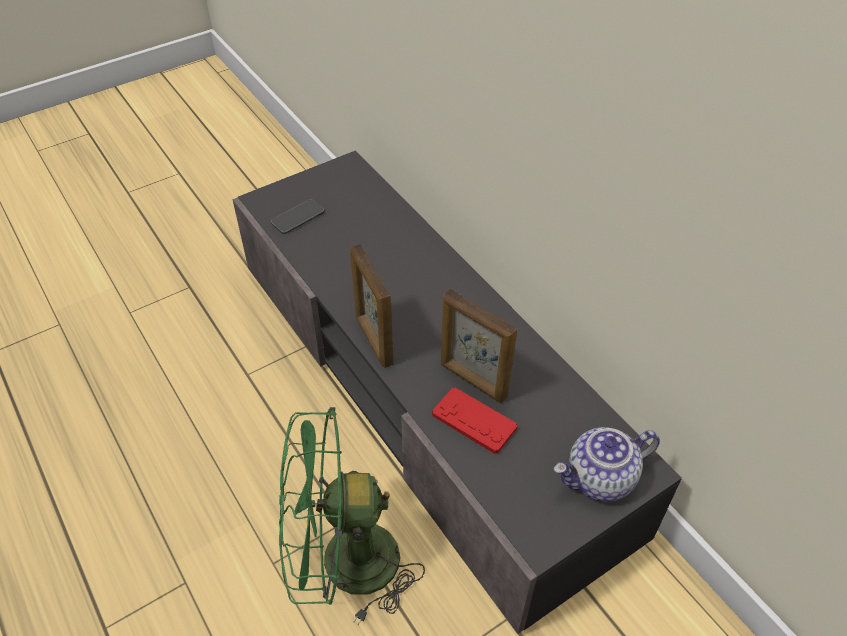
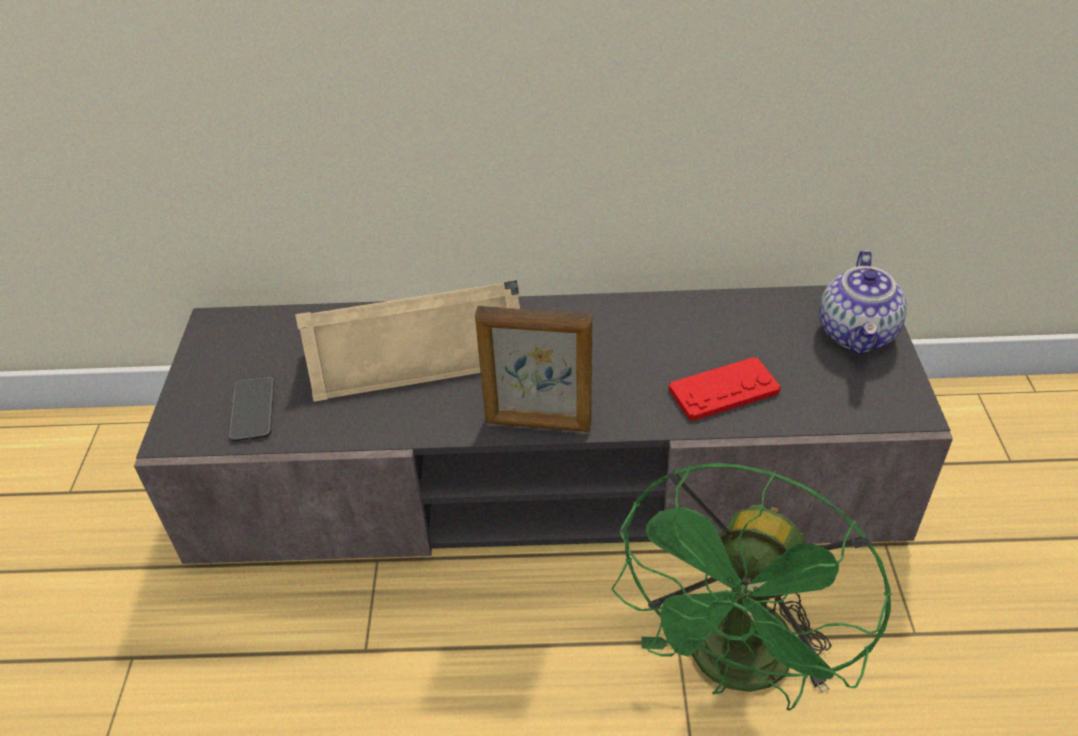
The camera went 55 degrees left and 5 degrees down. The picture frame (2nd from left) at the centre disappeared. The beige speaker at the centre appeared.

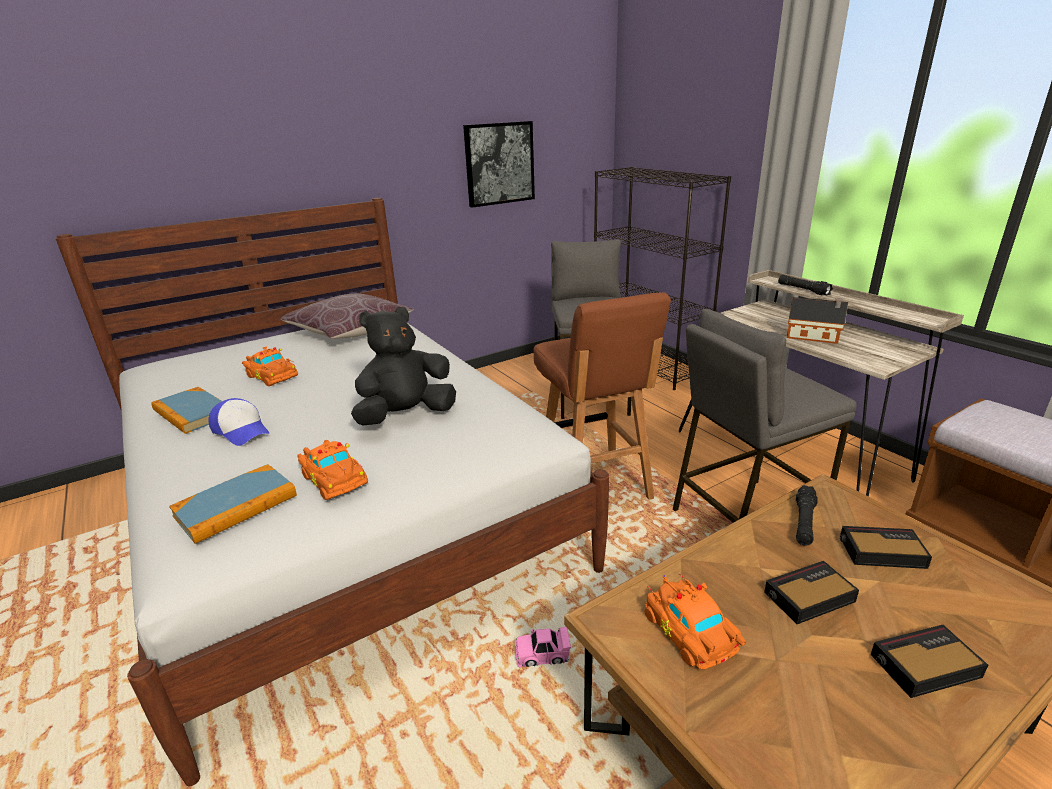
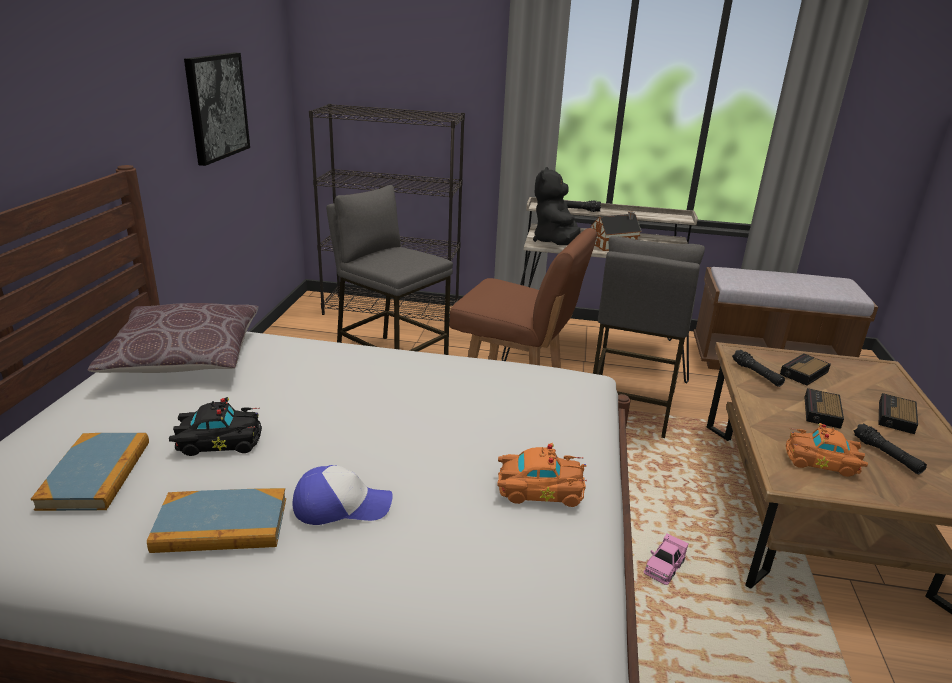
The camera went 50 degrees left and 0 degrees up. The black plush toy moved from the centre to the top centre. The orange toy car (1st from left) at the middle left became the black toy car at the middle left. The book (2nd from left in the first image) moved from the middle left to the bottom left. The black flashlight (3rd from left) at the middle right appeared.

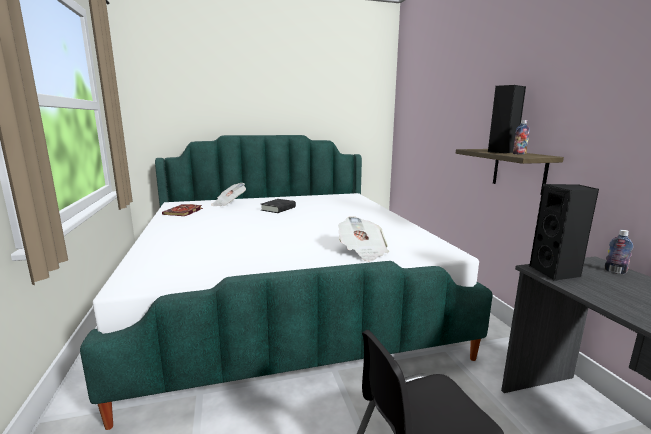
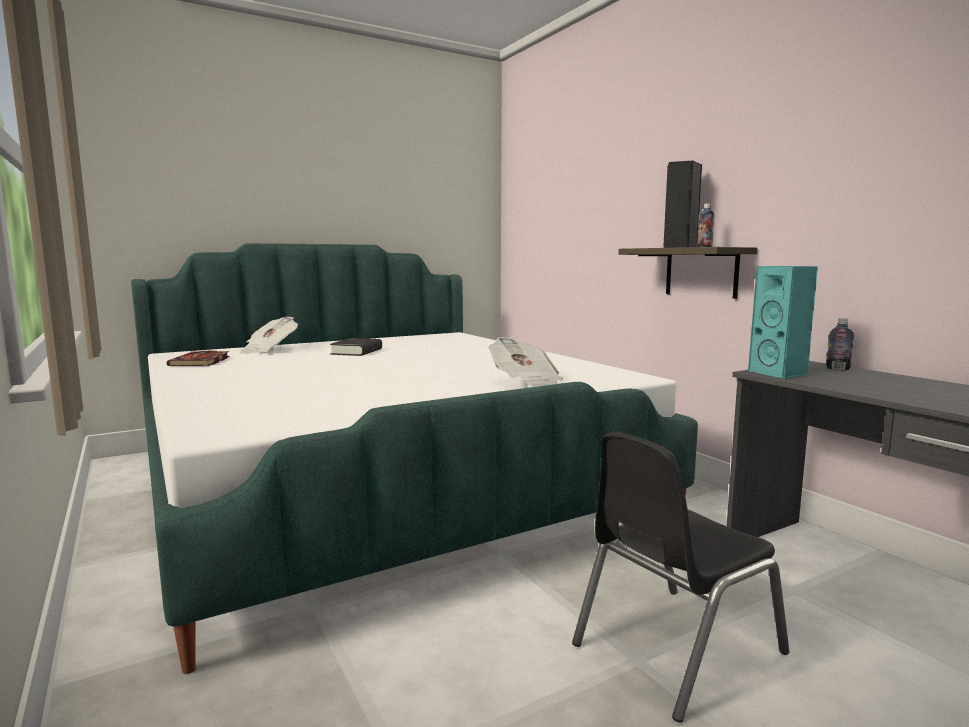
The camera went 15 degrees left and 5 degrees down. The black speaker (2nd from left) at the middle right became the turquoise speaker at the middle right.

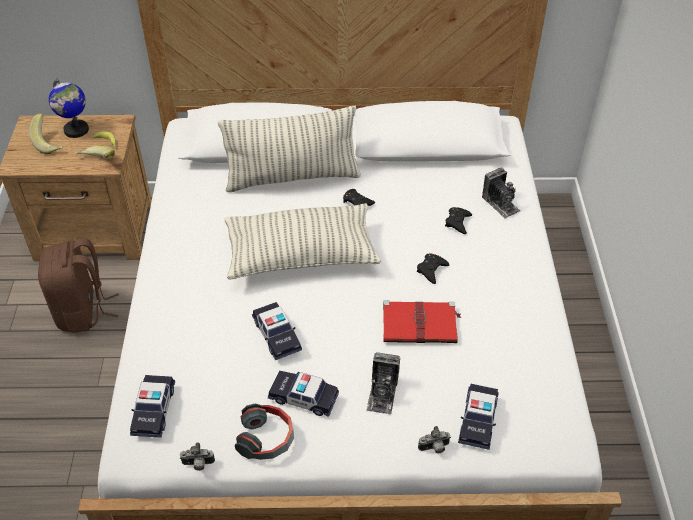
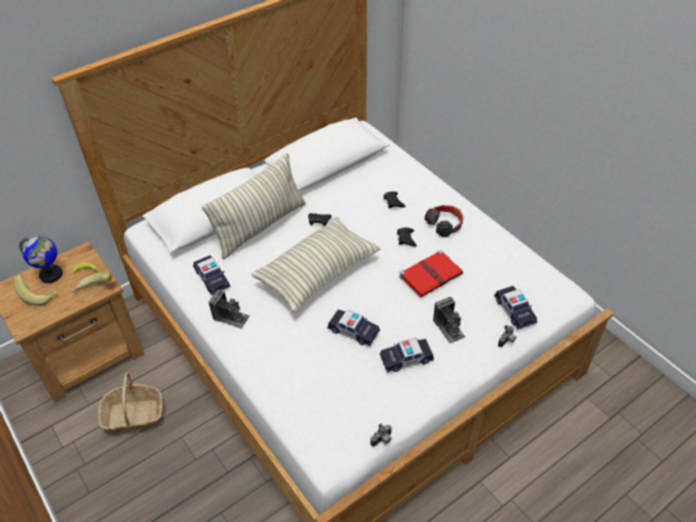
The camera went 35 degrees left and 0 degrees up. The photo camera (4th from left in the first image) moved from the middle right to the middle left. The brown backpack at the middle left was replaced by the basket at the bottom left. The toy car (1st from left) moved from the bottom left to the middle left. The headphones moved from the bottom centre to the centre.

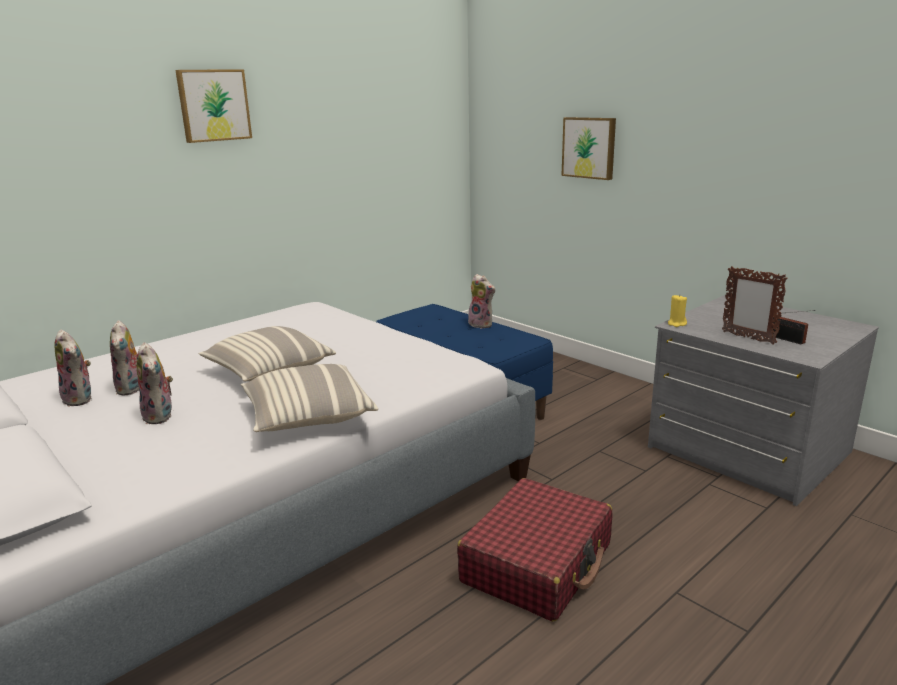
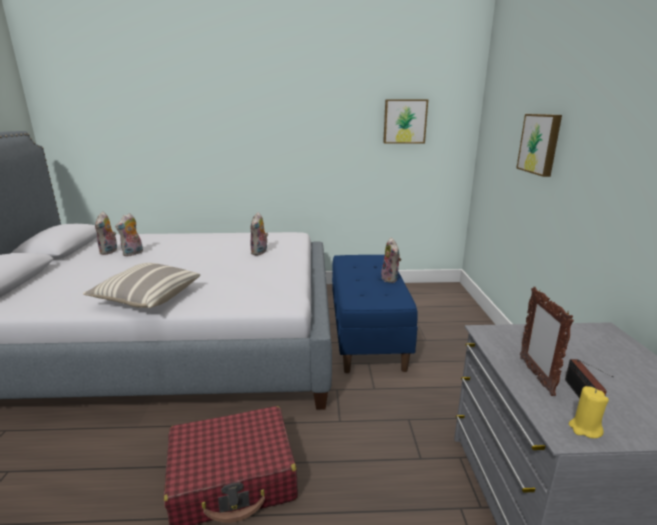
The camera went 40 degrees right and 0 degrees up. The picture (1st from left) moved from the top left to the top centre. The yellow candle moved from the middle right to the bottom right. The pillow (1st from left) at the middle left disappeared. The plush toy (3rd from left) moved from the middle left to the centre.

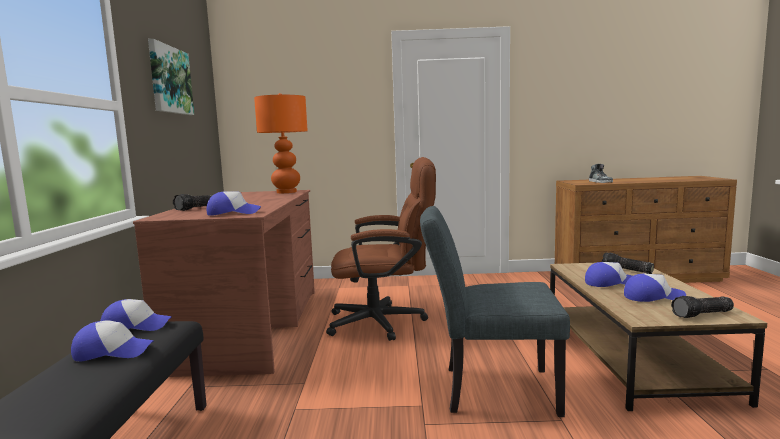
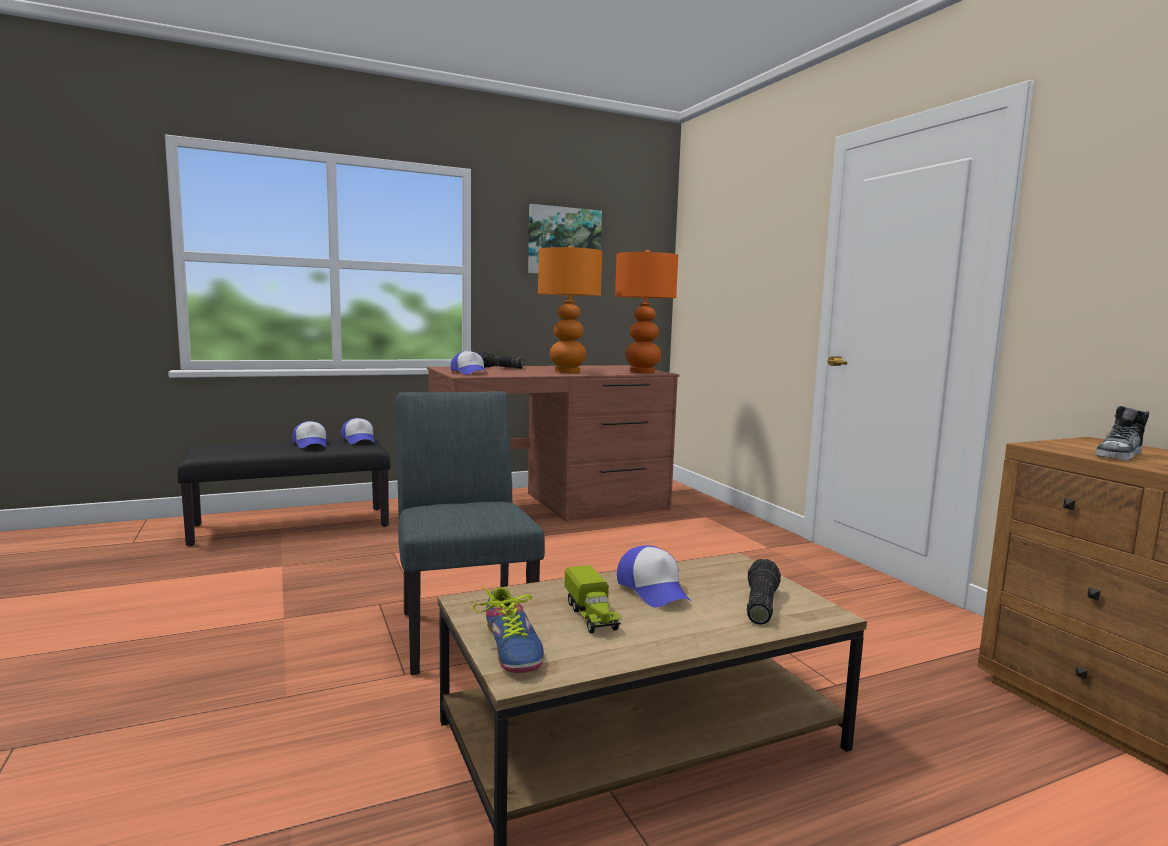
The camera went 65 degrees right and 0 degrees up. The brown office chair at the centre disappeared. The cap (5th from left) at the middle right was replaced by the toy truck at the bottom centre. The flashlight (3rd from left) at the bottom right was replaced by the shoe (1st from left) at the bottom centre. The orange table lamp (1st from left) at the centre appeared.

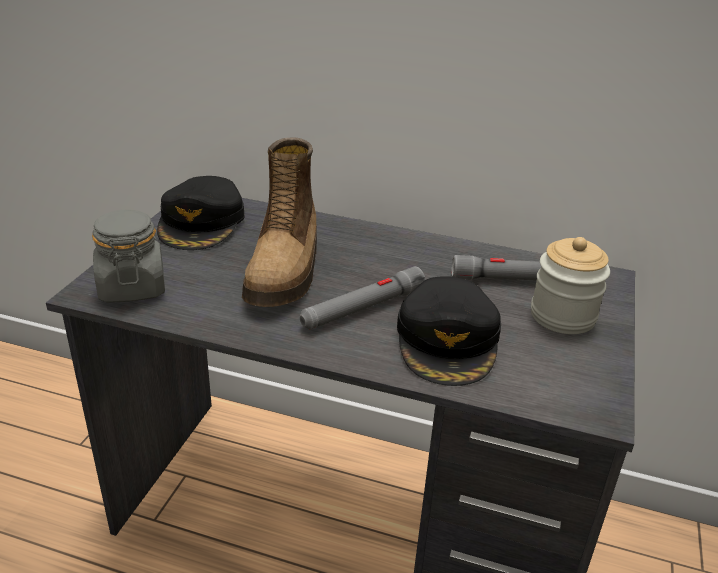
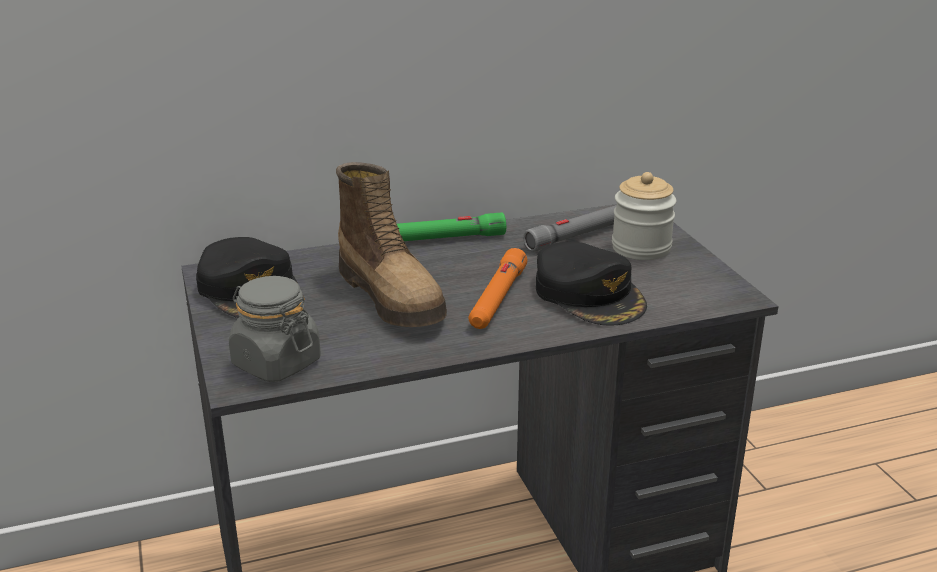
The camera went 35 degrees left and 5 degrees down. The grey flashlight (1st from left) at the centre became the orange flashlight at the centre. The green flashlight at the centre appeared.

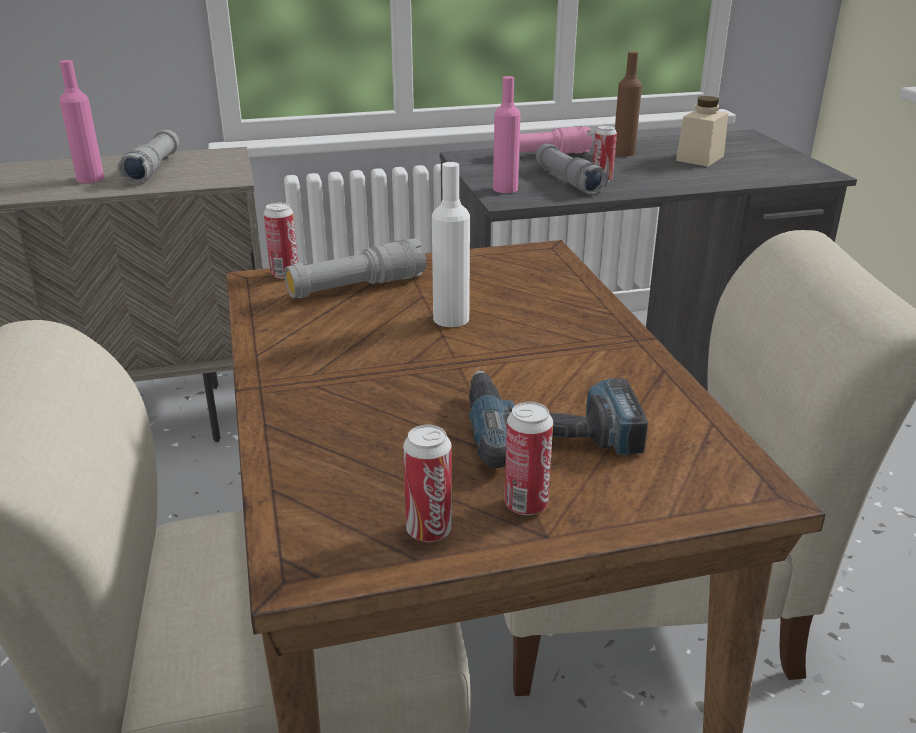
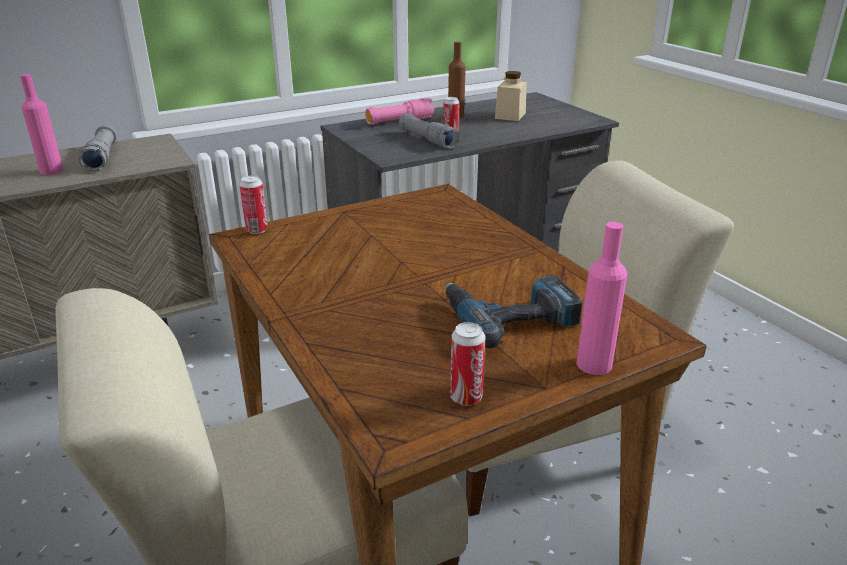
The camera went 15 degrees left and 0 degrees up. The pink bottle (2nd from left) moved from the top centre to the middle right. The white bottle at the top centre disappeared. The grey flashlight (2nd from left) at the centre disappeared. The can (3rd from left) at the centre disappeared.

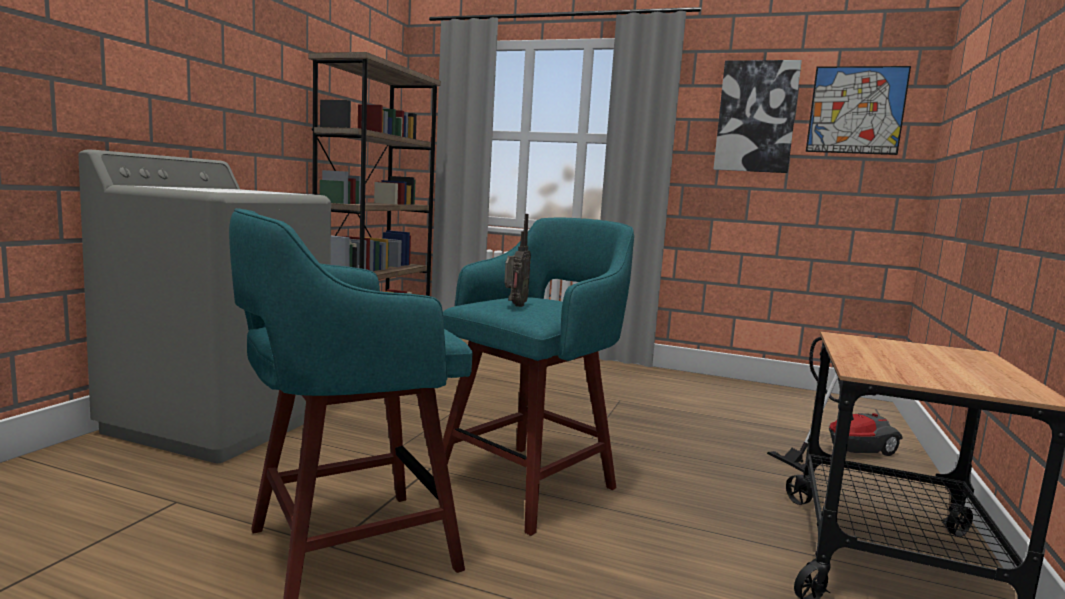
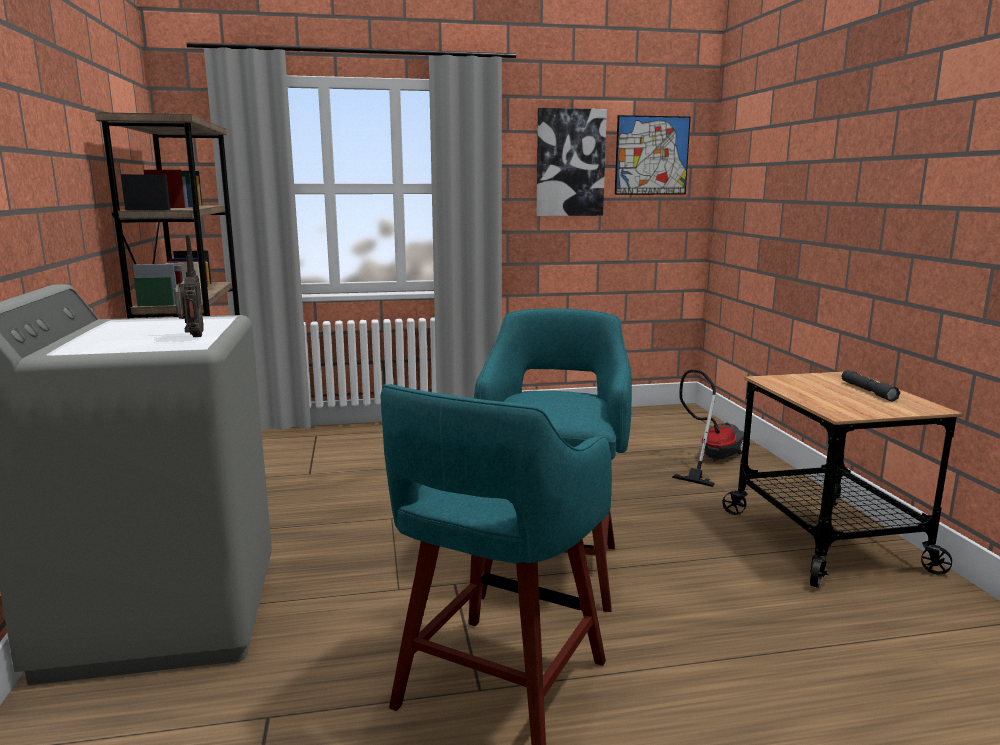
The camera went 30 degrees left and 5 degrees up. The radio moved from the centre to the middle left. The grey flashlight at the middle right appeared.

